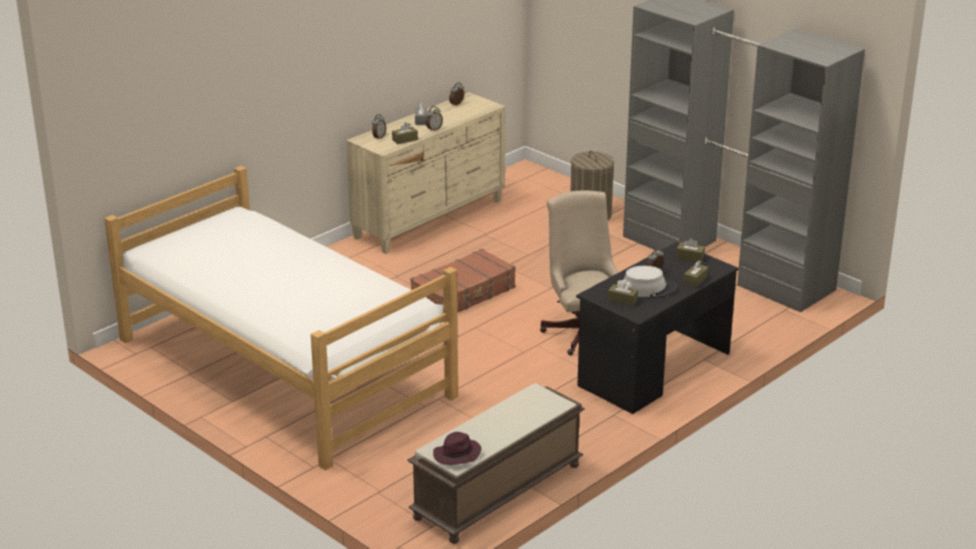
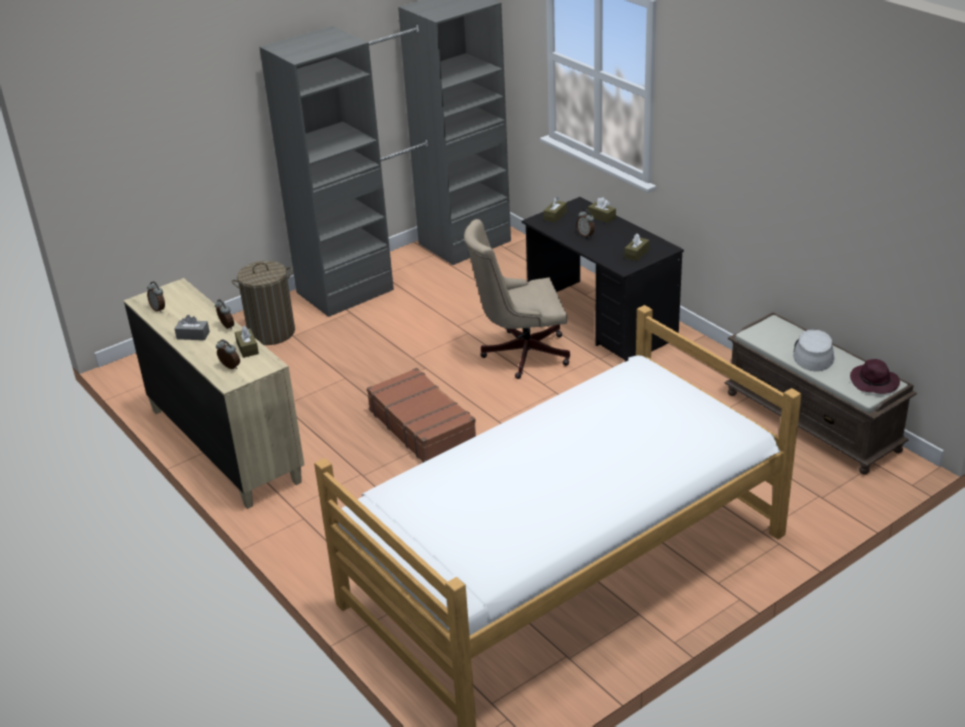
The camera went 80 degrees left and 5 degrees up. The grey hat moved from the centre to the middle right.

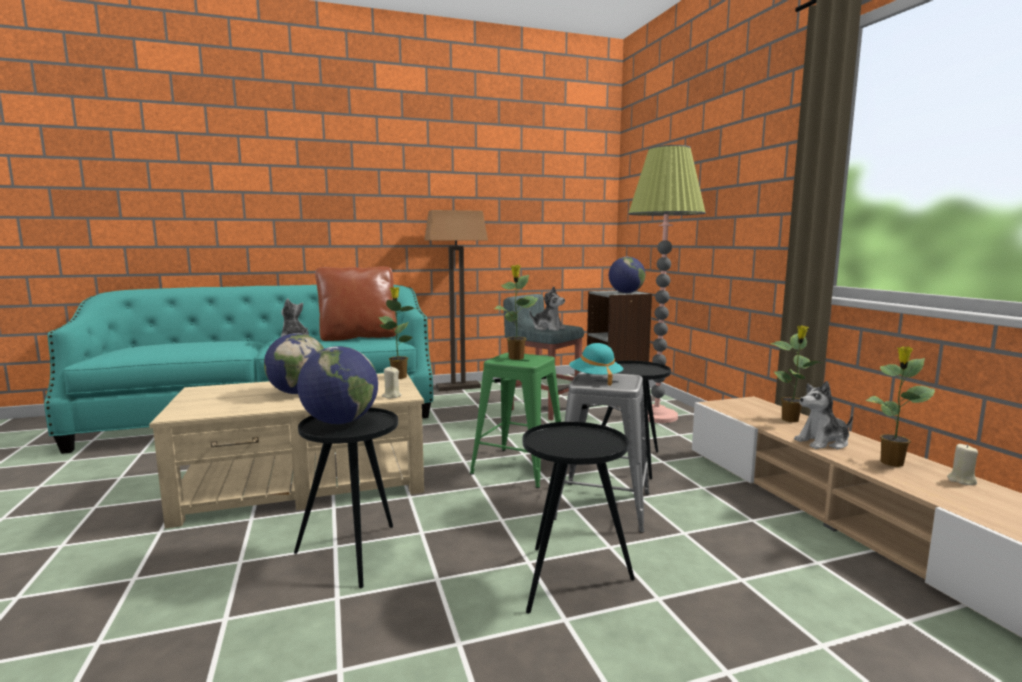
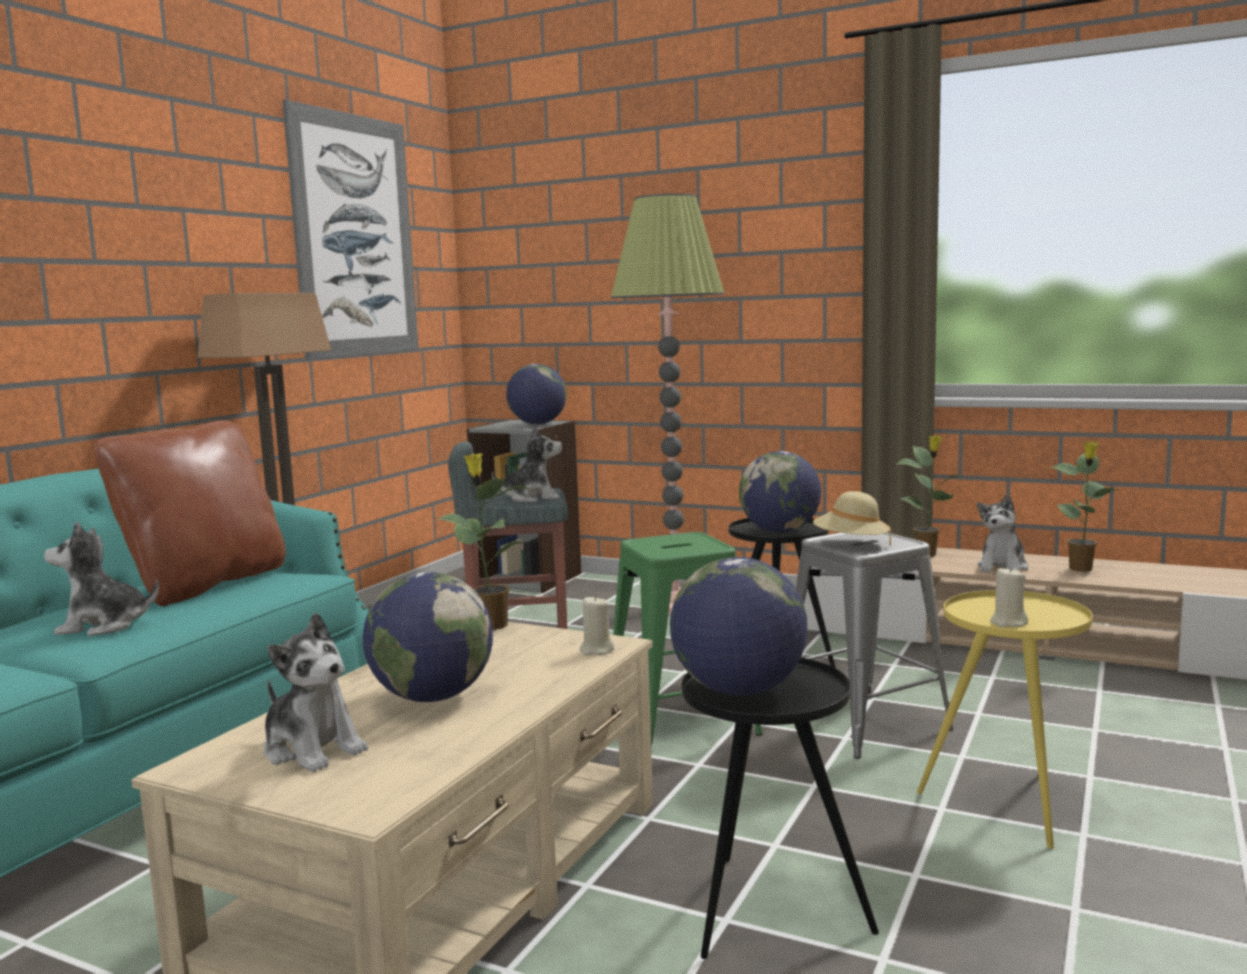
The camera went 45 degrees left and 0 degrees up. The potted plant (2nd from left) at the centre disappeared. The turquoise hat at the centre became the beige hat at the middle right. The black side table (2nd from left) at the bottom centre became the yellow side table at the bottom right. The beige candle (2nd from left) moved from the bottom right to the middle right. The picture at the top left appeared. The globe (4th from left) at the centre appeared. The plush toy (2nd from left) at the bottom left appeared.

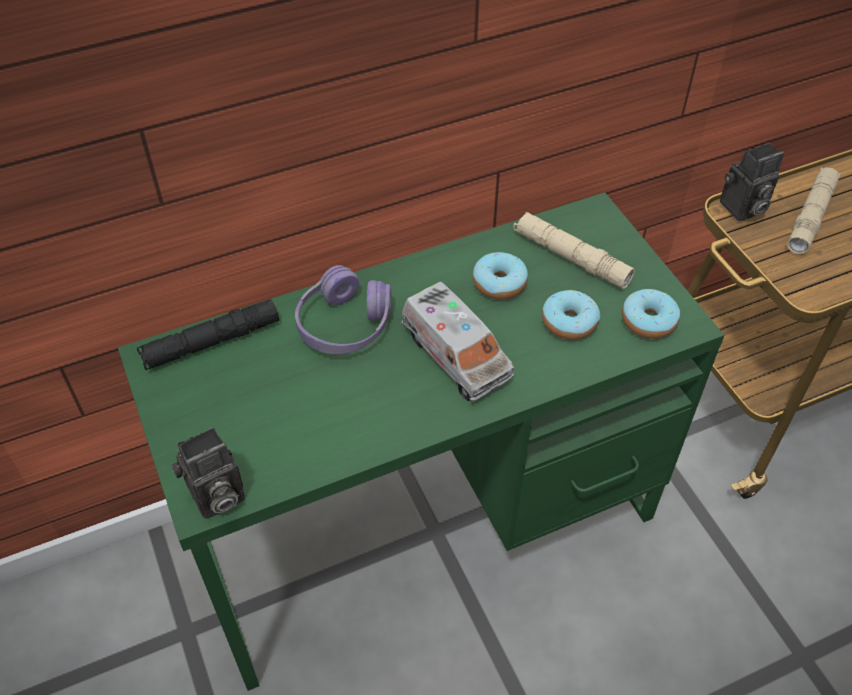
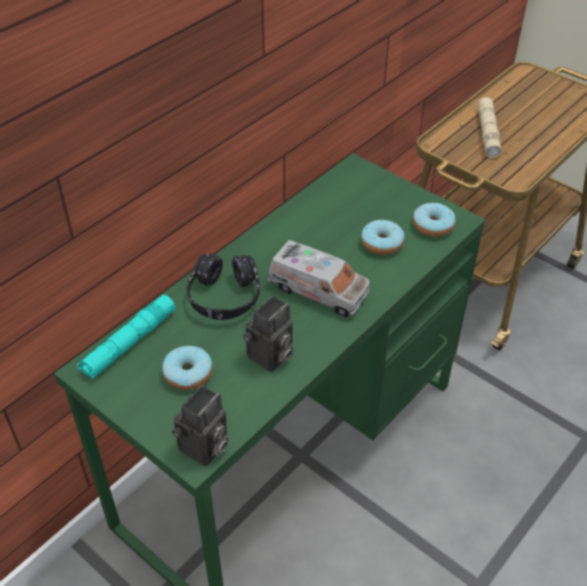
The camera went 25 degrees left and 5 degrees down. The photo camera (2nd from left) moved from the top right to the centre. The beige flashlight (1st from left) at the middle right disappeared. The donut (1st from left) moved from the centre to the middle left. The purple headphones at the centre became the black headphones at the centre. The black flashlight at the middle left became the turquoise flashlight at the middle left.

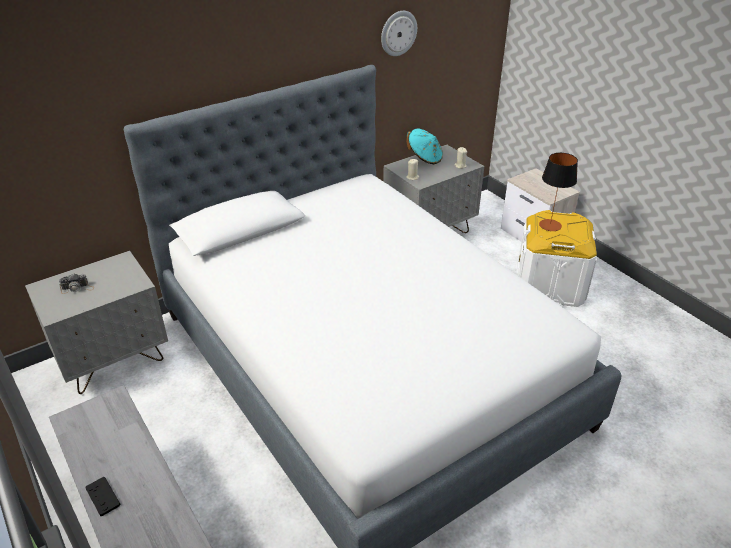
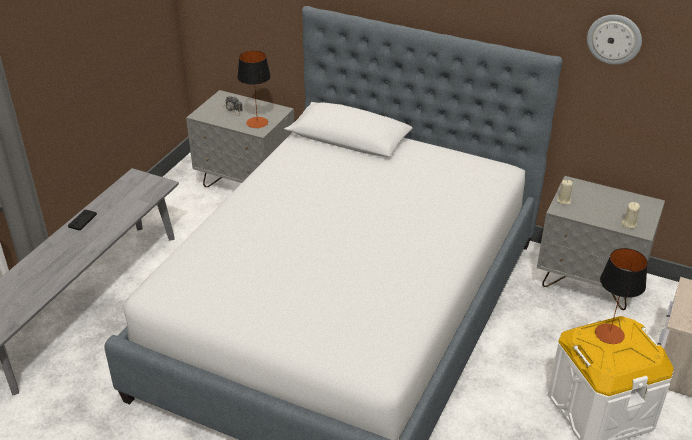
The camera went 60 degrees right and 0 degrees up. The turquoise hat at the top centre disappeared. The table lamp (1st from left) at the top centre appeared.

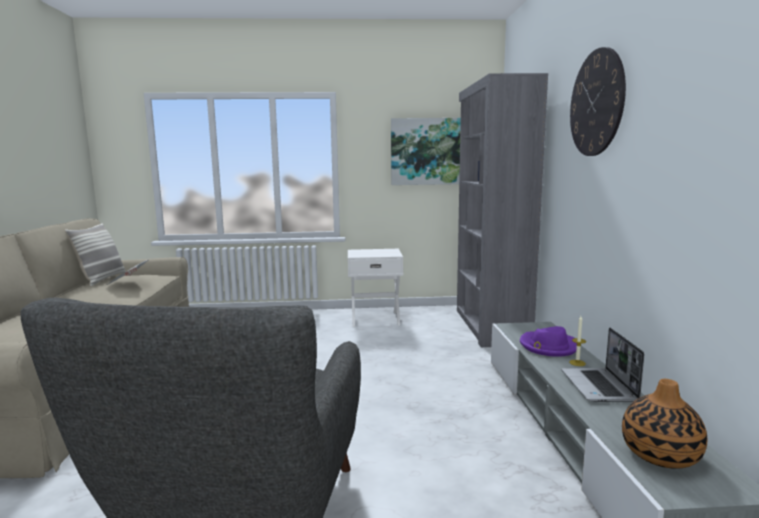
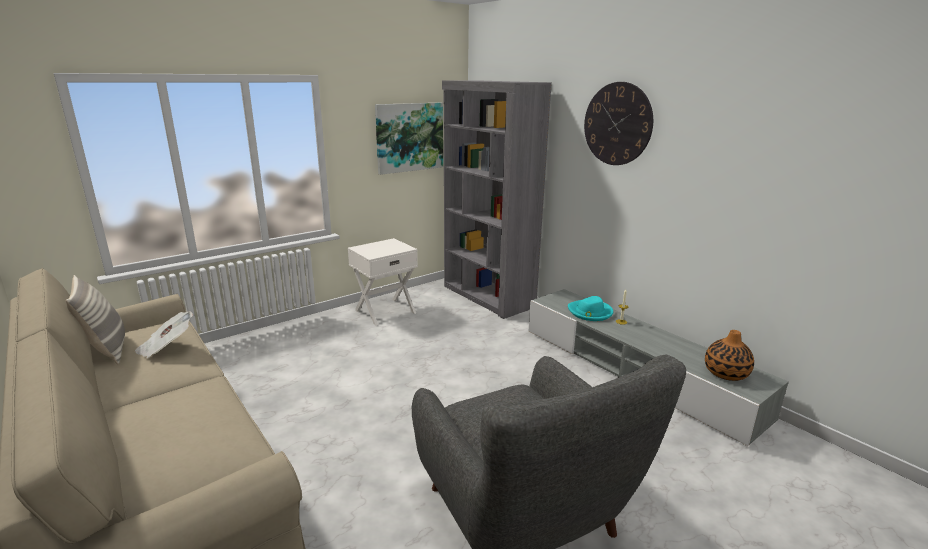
The camera went 35 degrees left and 10 degrees up. The purple hat at the middle right became the turquoise hat at the centre. The laptop at the bottom right disappeared.

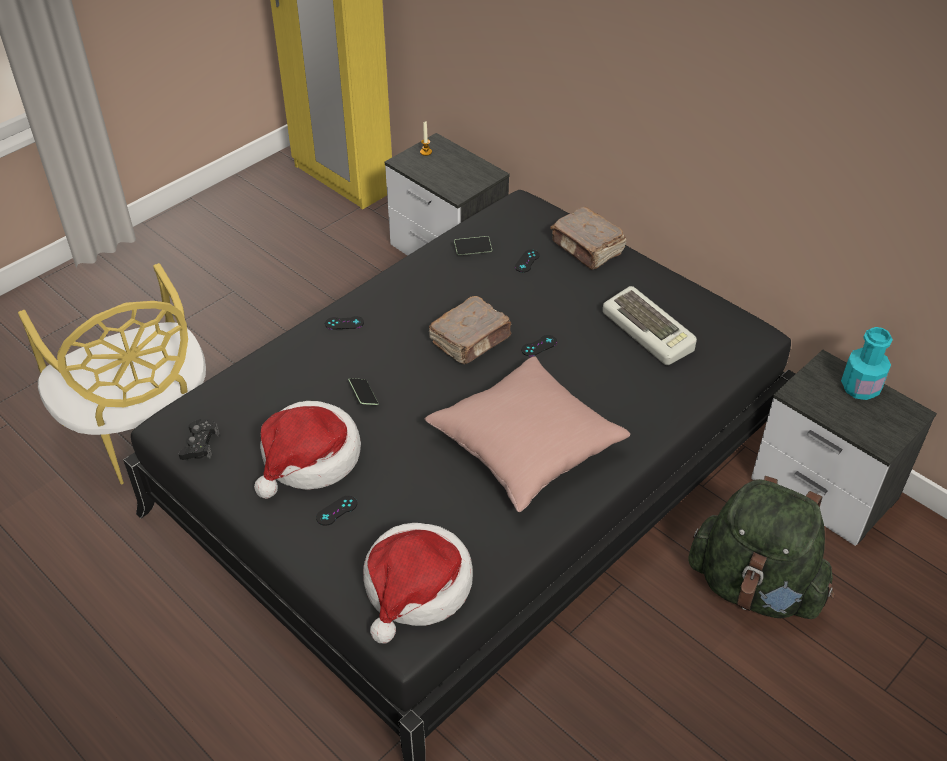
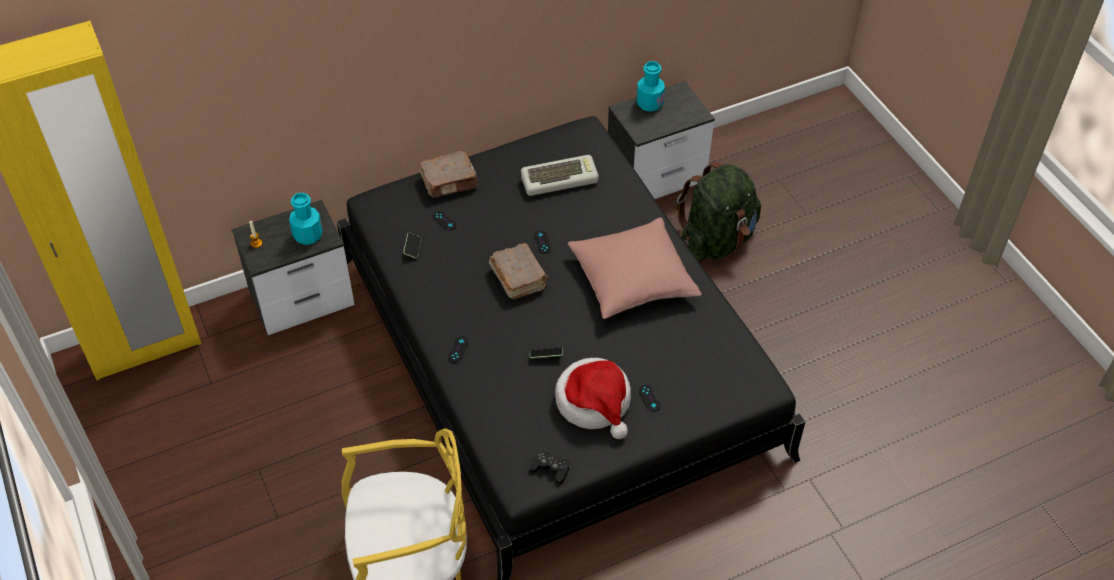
The camera went 70 degrees left and 5 degrees up. The hat (2nd from left) at the bottom centre disappeared. The turquoise bottle (1st from left) at the middle left appeared.

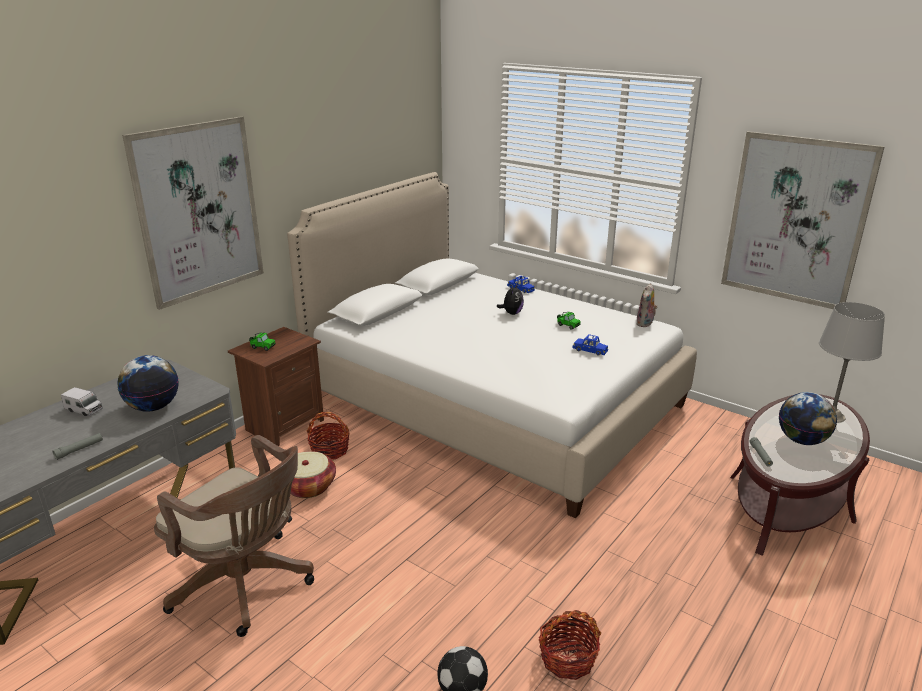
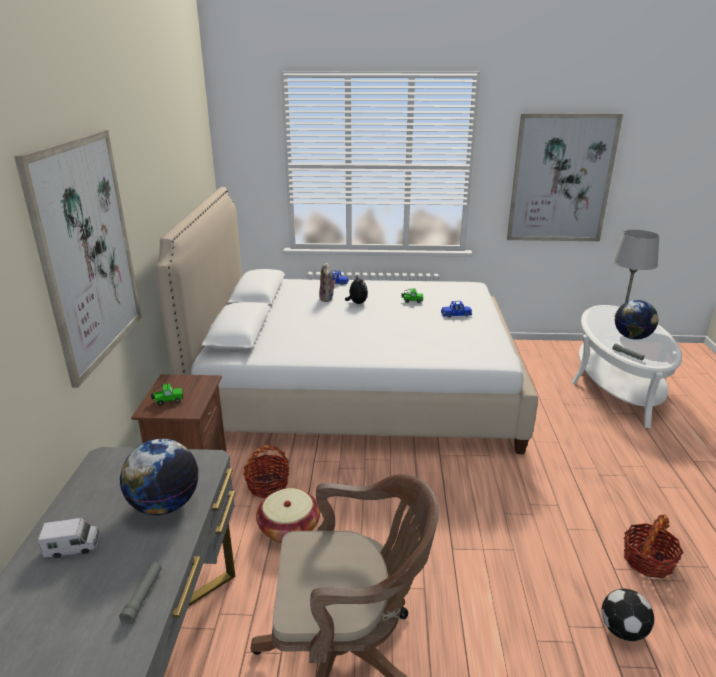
The camera went 35 degrees left and 0 degrees up. The plush toy (2nd from left in the first image) moved from the middle right to the centre. The brown coffee table at the bottom right became the white coffee table at the middle right.

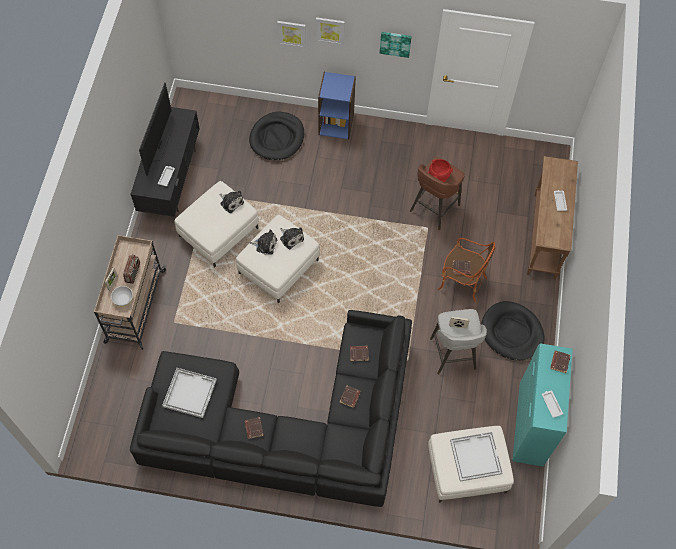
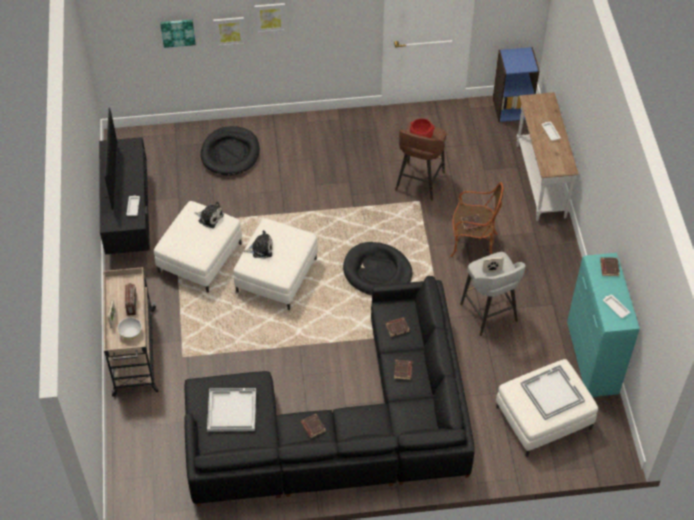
The camera went 15 degrees left and 10 degrees down. The picture (3rd from left in the first image) moved from the top centre to the top left. The blue bookcase moved from the top centre to the top right. The brown console table at the middle right became the white console table at the top right. The plush toy (3rd from left) at the centre disappeared. The black dog bed (2nd from left) moved from the middle right to the centre.

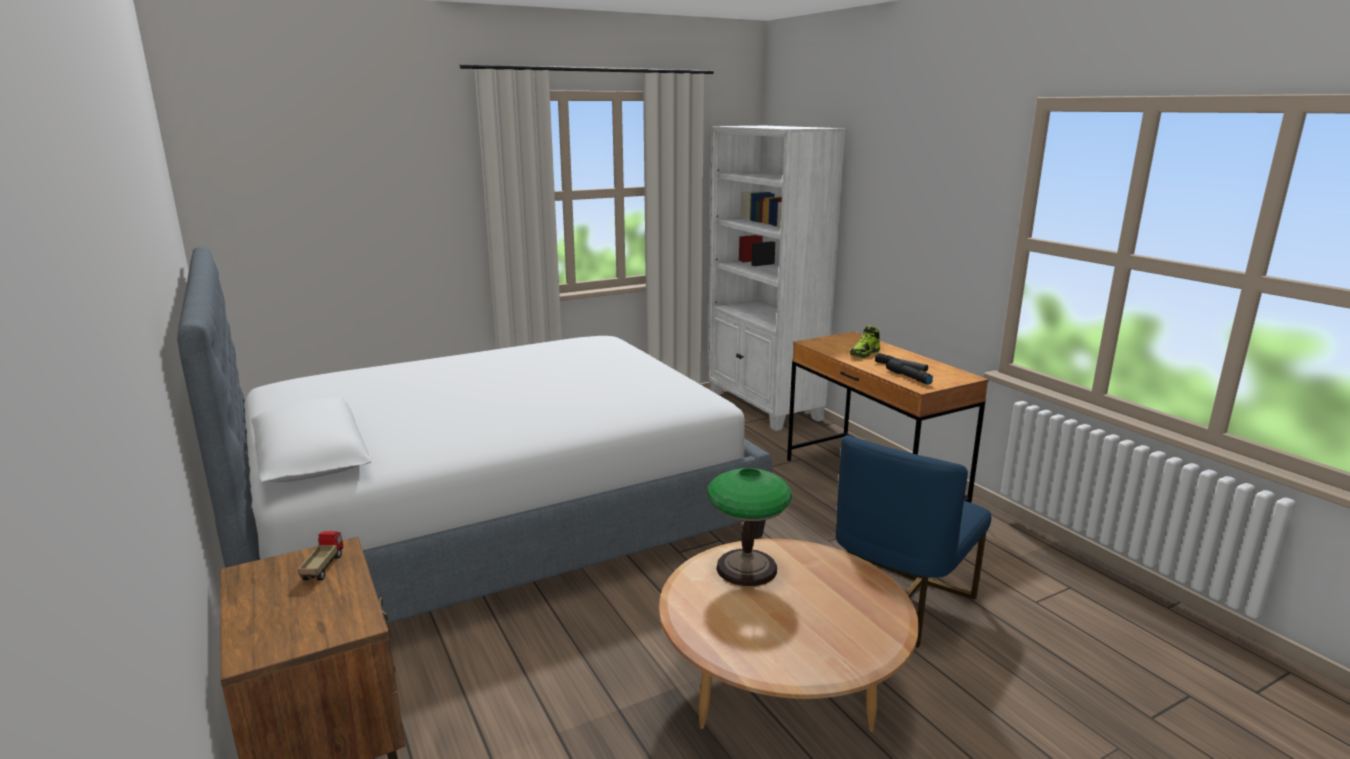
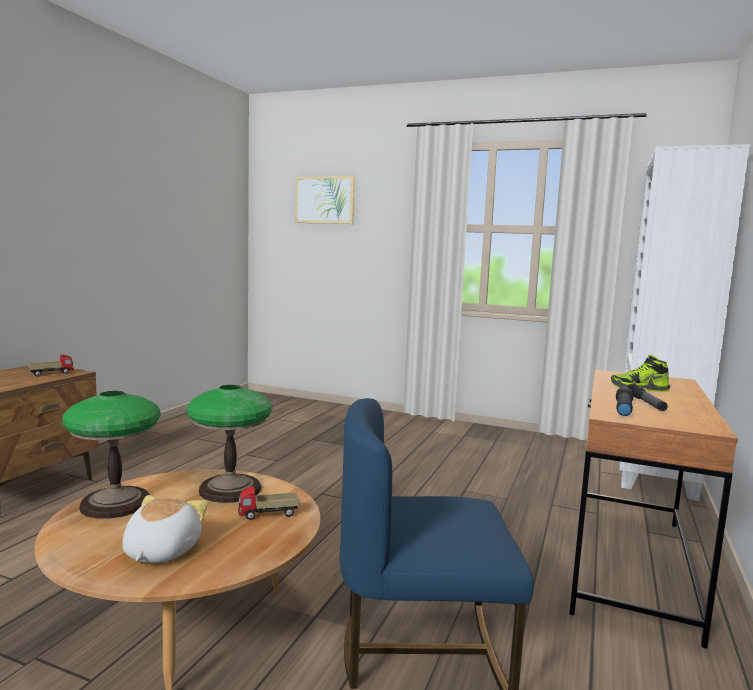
The camera went 50 degrees right and 10 degrees down. The bed at the centre disappeared. The picture at the top centre appeared. The table lamp (1st from left) at the middle left appeared. The toy truck (2nd from left) at the bottom centre appeared. The plush toy at the bottom left appeared.

